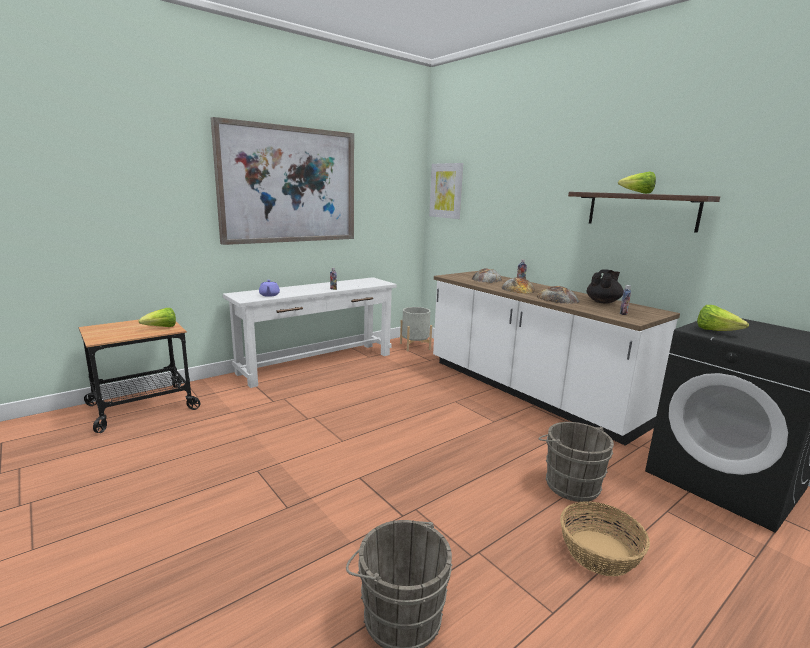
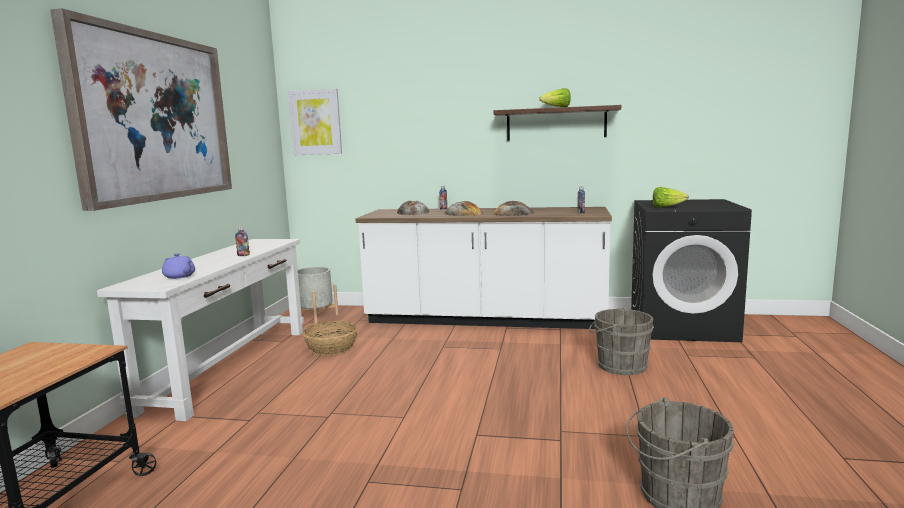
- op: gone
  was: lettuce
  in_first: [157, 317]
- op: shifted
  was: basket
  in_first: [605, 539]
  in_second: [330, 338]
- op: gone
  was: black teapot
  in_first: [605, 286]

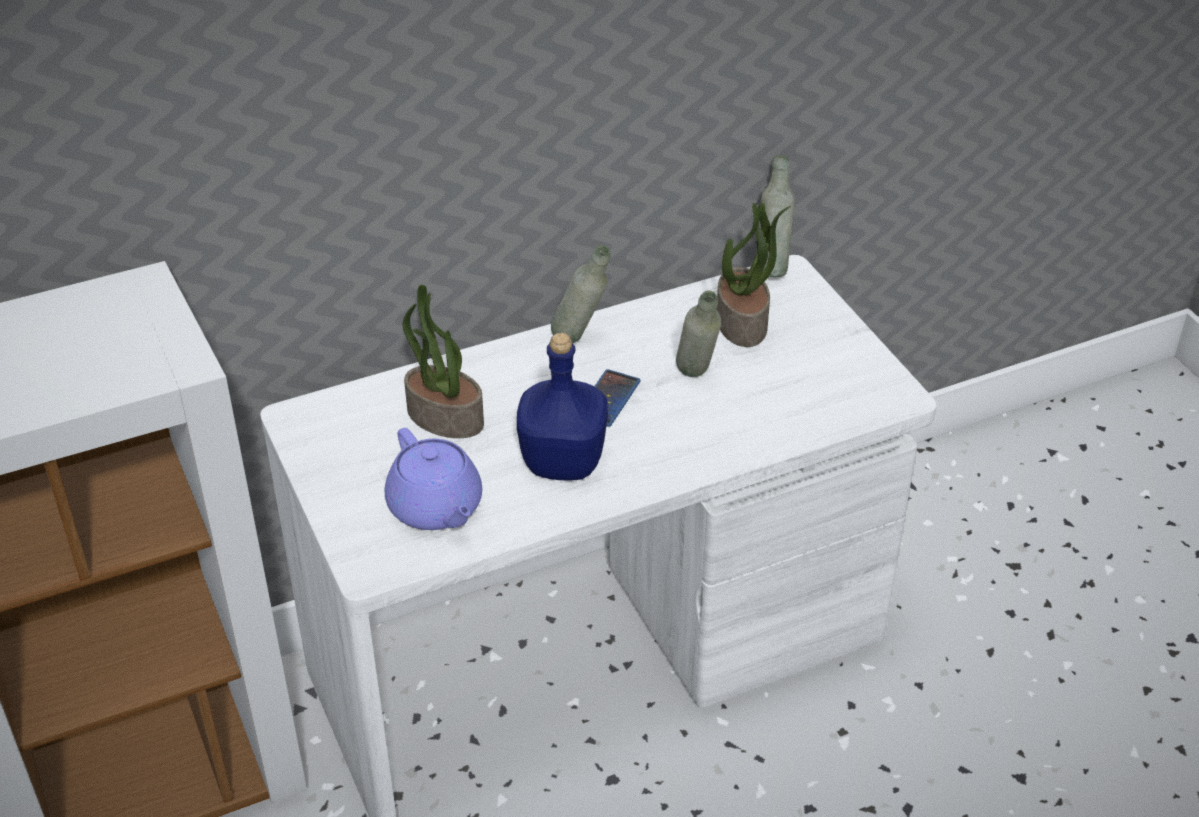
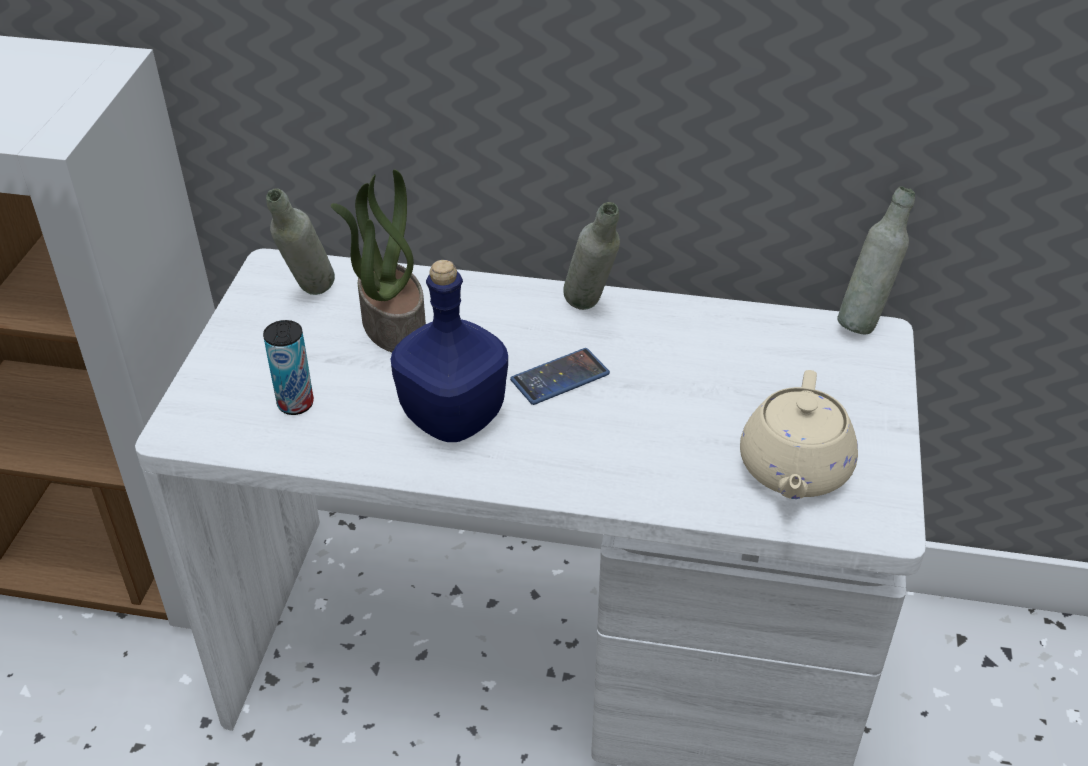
- op: swapped
  was: purple teapot
  now: can
  in_first: [433, 479]
  in_second: [288, 367]
- op: shifted
  was: grey bottle
  in_first: [698, 334]
  in_second: [300, 241]
- op: gone
  was: potted plant
  in_first: [753, 275]
- op: new
  now: beige teapot
  in_second: [799, 434]

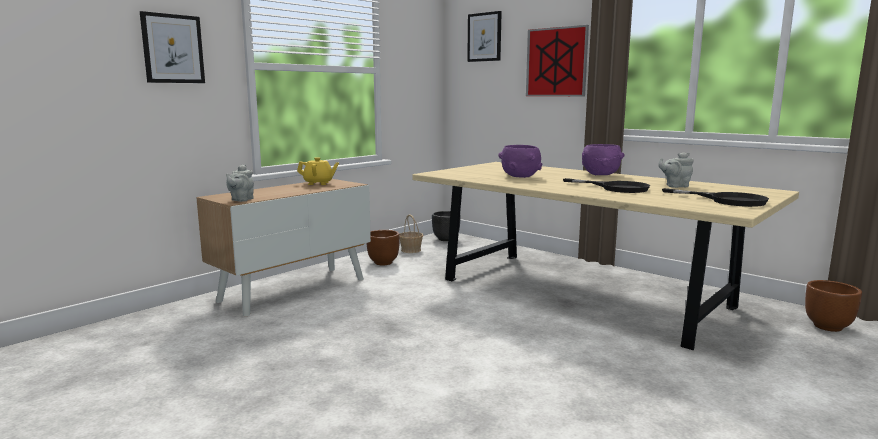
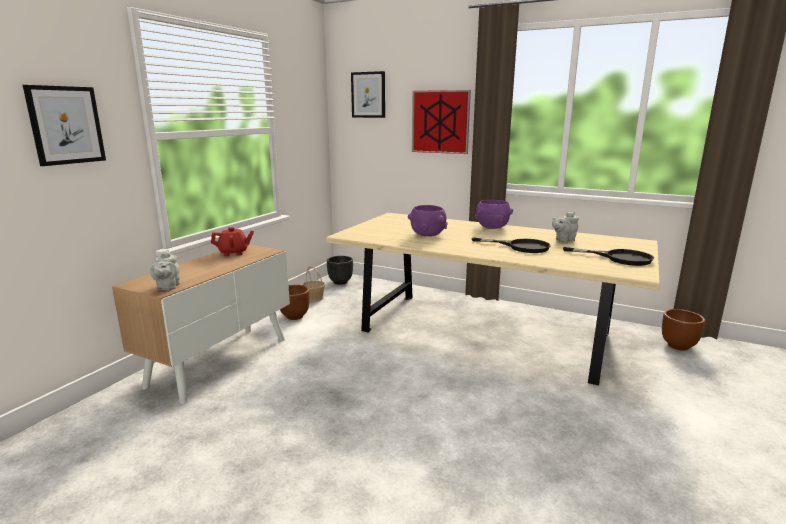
- op: repainted
  was: yellow teapot
  now: red teapot
  in_first: [318, 171]
  in_second: [232, 241]

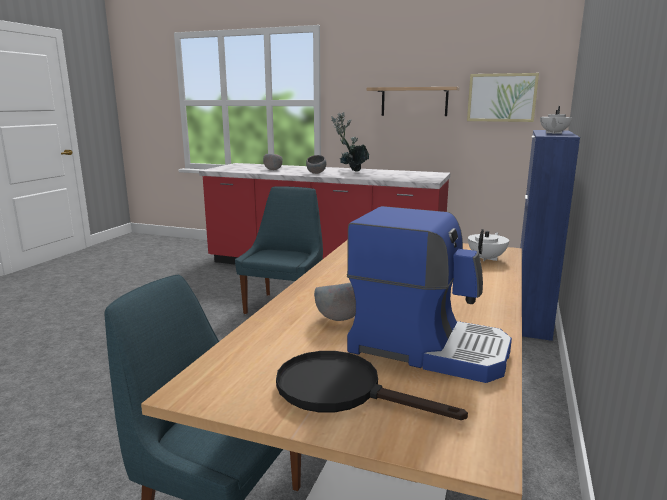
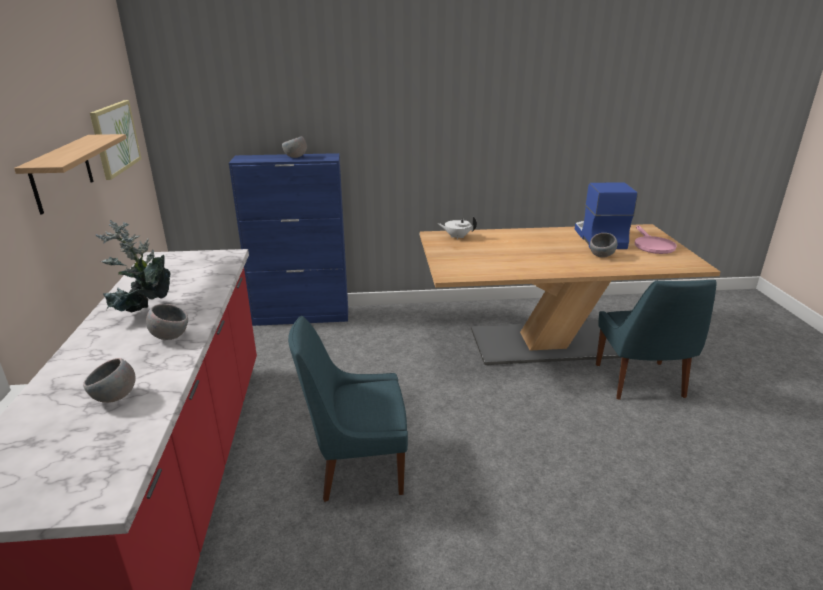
- op: repainted
  was: black frying pan
  now: pink frying pan
  in_first: [372, 385]
  in_second: [655, 240]
- op: swapped
  was: white teapot
  now: grey bowl
  in_first: [556, 120]
  in_second: [294, 147]

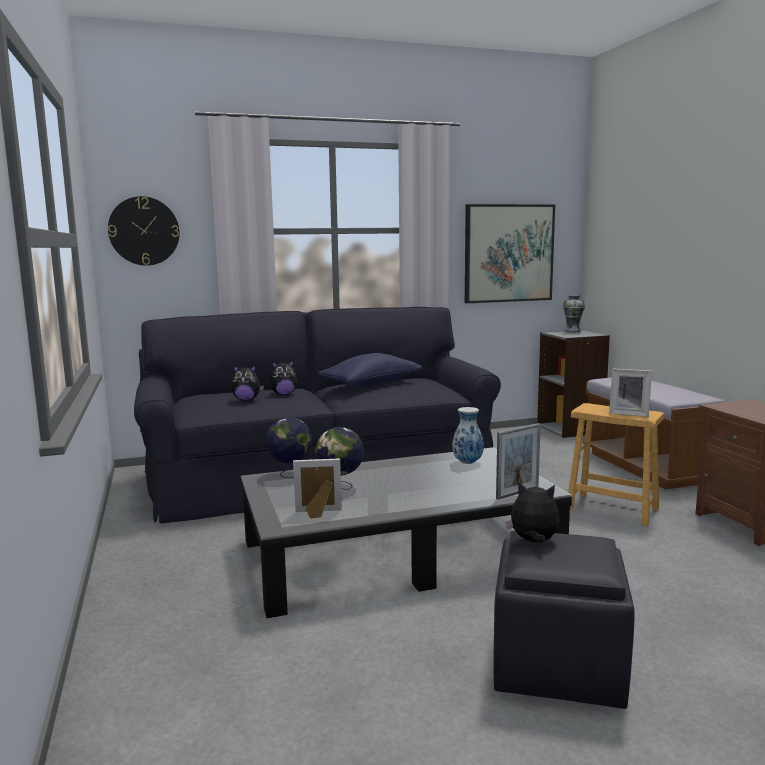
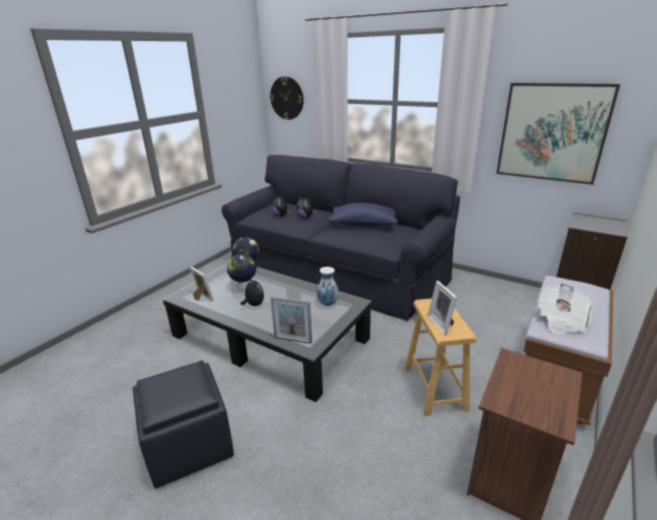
- op: shifted
  was: plush toy
  in_first: [532, 512]
  in_second: [252, 291]
- op: gone
  was: vase
  in_first: [574, 314]
- op: new
  now: newspaper
  in_second: [565, 308]

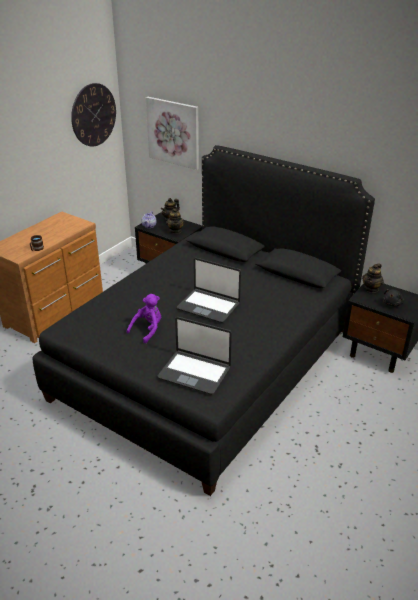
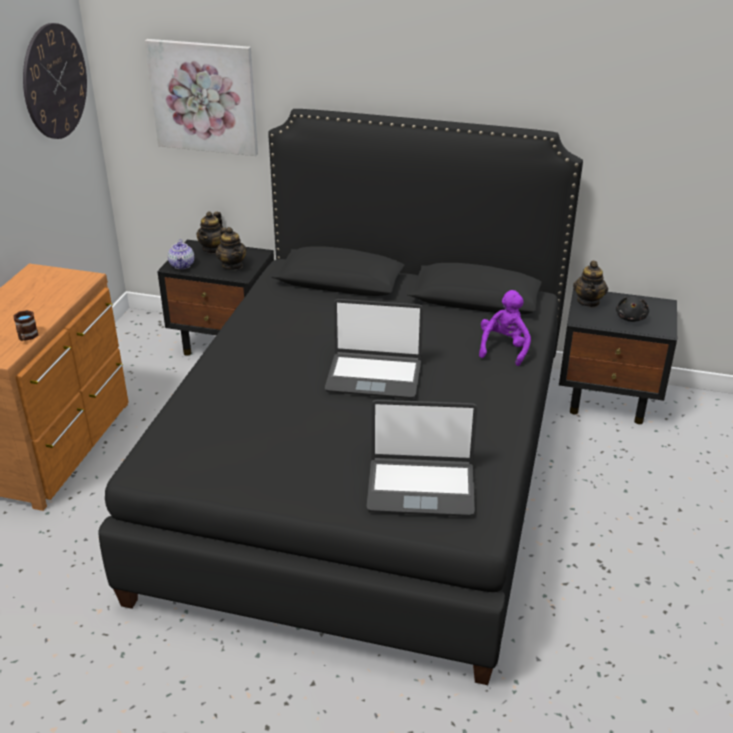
- op: shifted
  was: purple plush toy
  in_first: [143, 318]
  in_second: [505, 328]

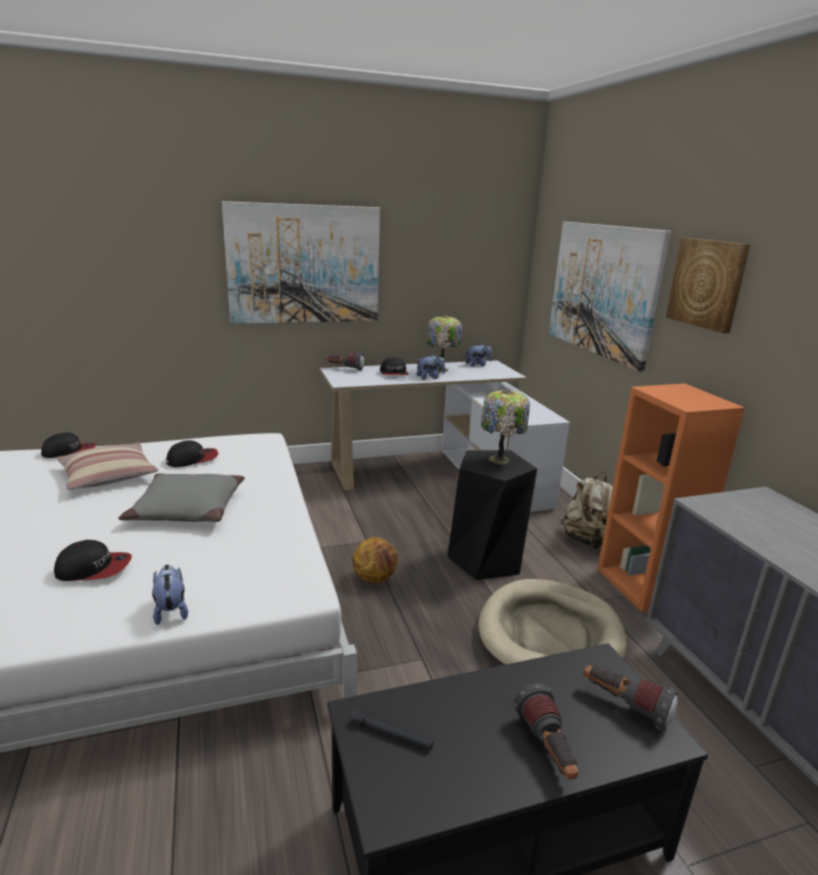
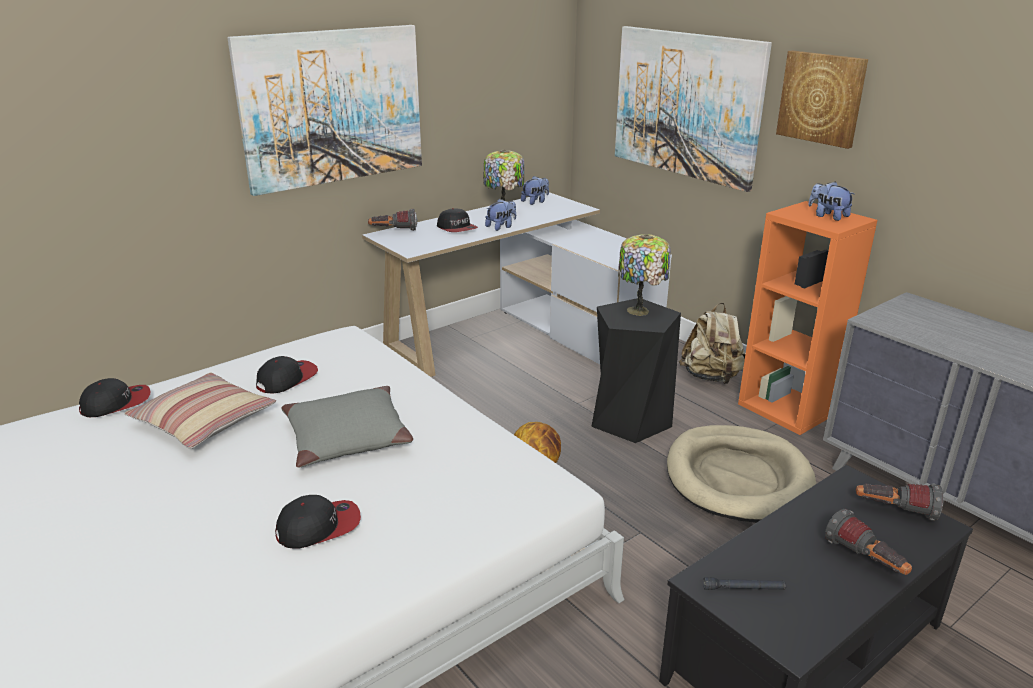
- op: shifted
  was: plush toy
  in_first: [170, 595]
  in_second: [831, 201]

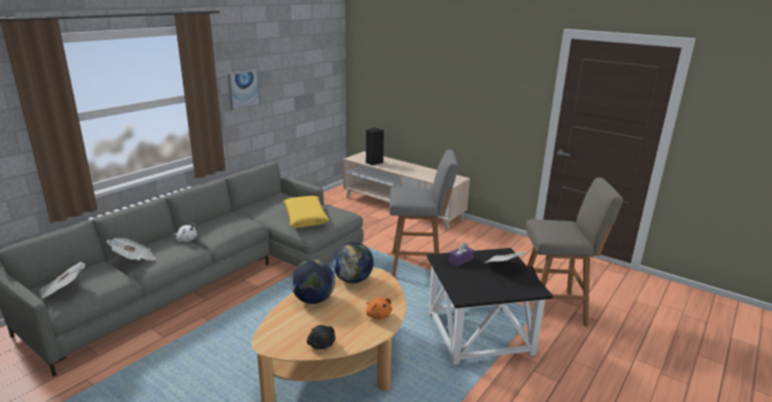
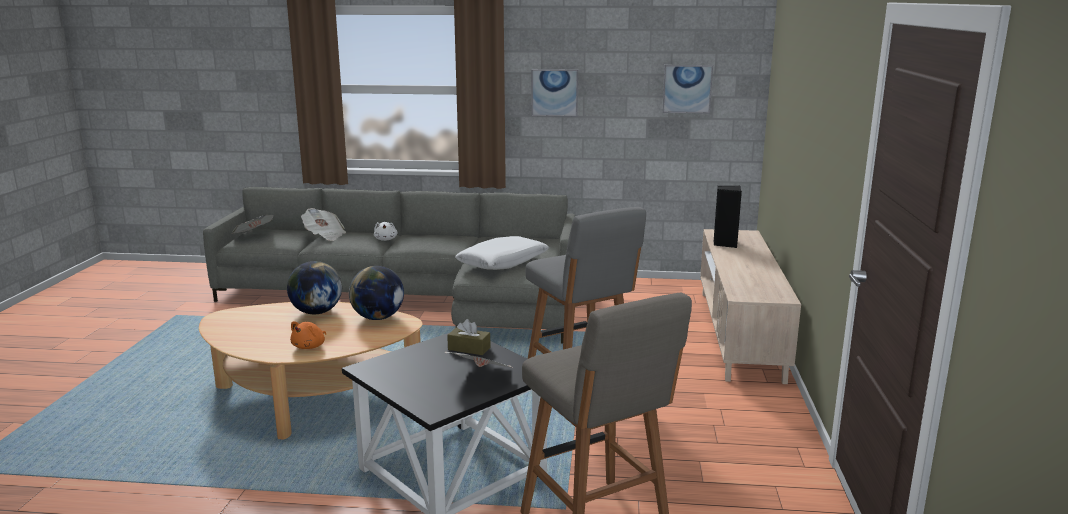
- op: repainted
  was: yellow pillow
  now: white pillow
  in_first: [306, 212]
  in_second: [502, 253]
- op: gone
  was: black plush toy
  in_first: [321, 337]
- op: repainted
  was: purple tissue box
  now: brown tissue box
  in_first: [461, 254]
  in_second: [469, 337]
- op: new
  now: picture
  in_second: [687, 89]

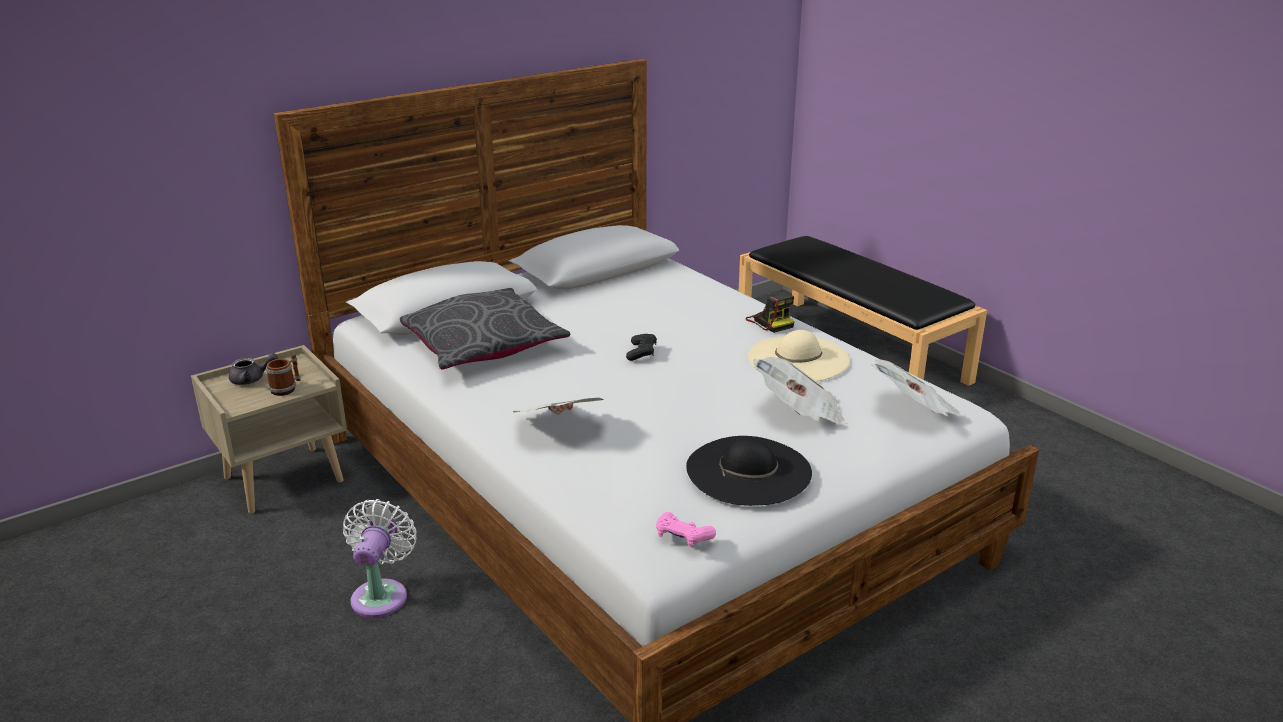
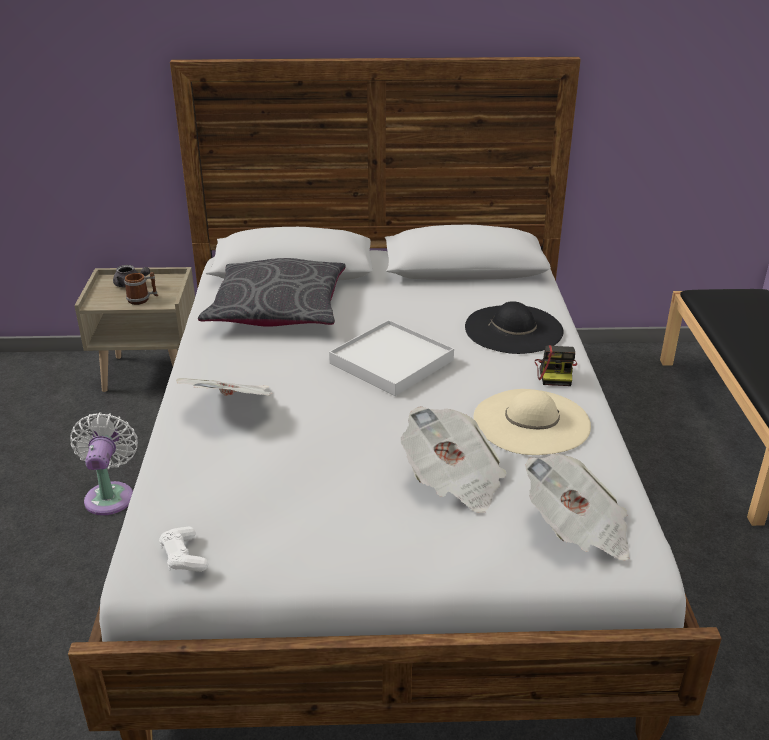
- op: rotated
  was: white fan
  in_first: [380, 558]
  in_second: [104, 464]
  clockwise: -45
- op: swapped
  was: black game controller
  now: white tray
  in_first: [641, 347]
  in_second: [391, 358]
- op: repainted
  was: pink game controller
  now: white game controller
  in_first: [686, 529]
  in_second: [183, 549]
- op: shifted
  was: black hat
  in_first: [749, 471]
  in_second: [514, 327]

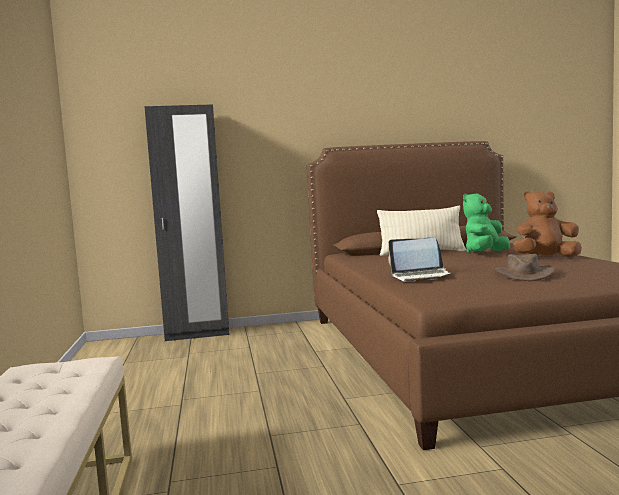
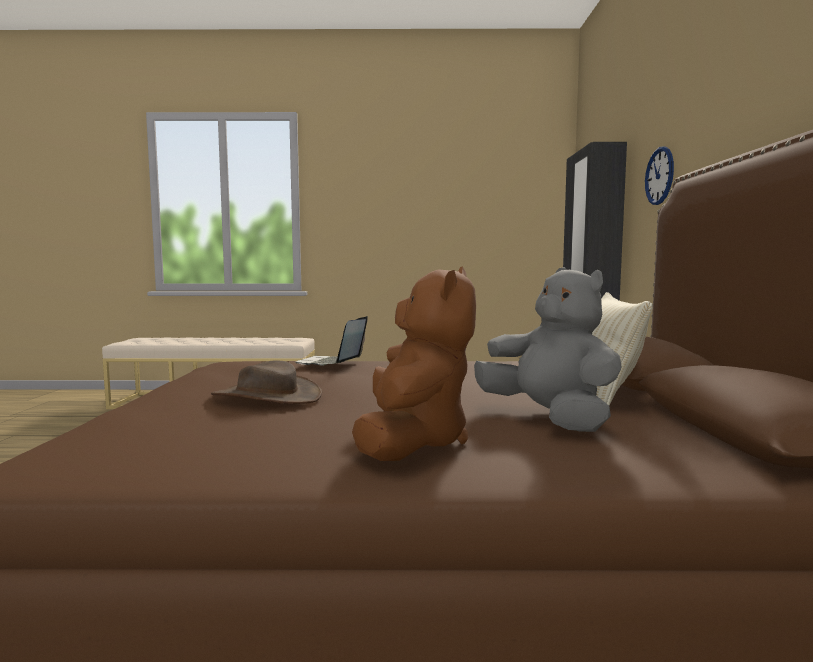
- op: repainted
  was: green plush toy
  now: grey plush toy
  in_first: [486, 223]
  in_second: [548, 349]
- op: new
  now: wall clock
  in_second: [659, 175]

